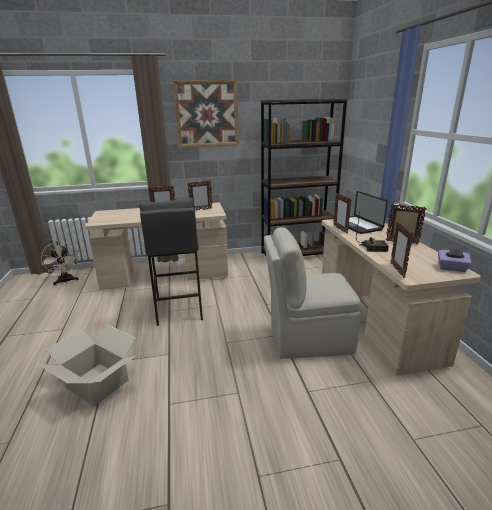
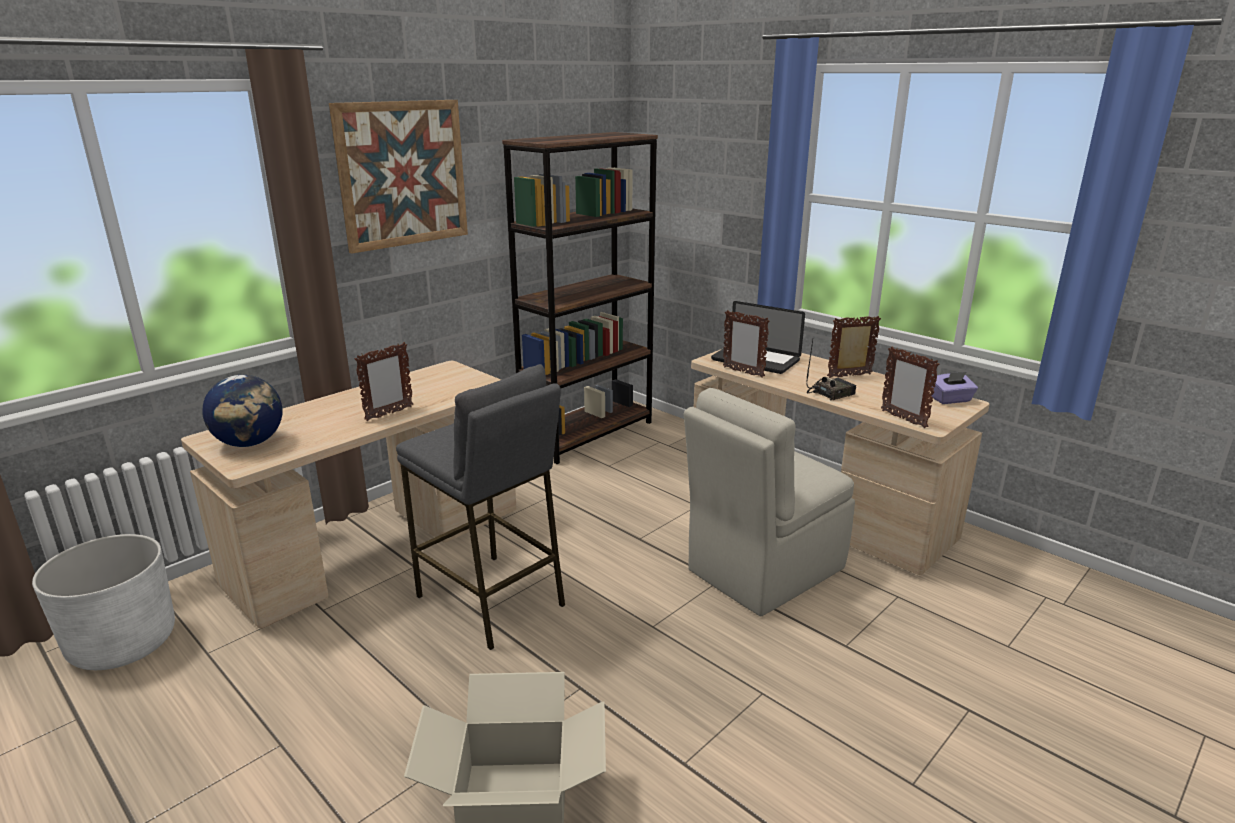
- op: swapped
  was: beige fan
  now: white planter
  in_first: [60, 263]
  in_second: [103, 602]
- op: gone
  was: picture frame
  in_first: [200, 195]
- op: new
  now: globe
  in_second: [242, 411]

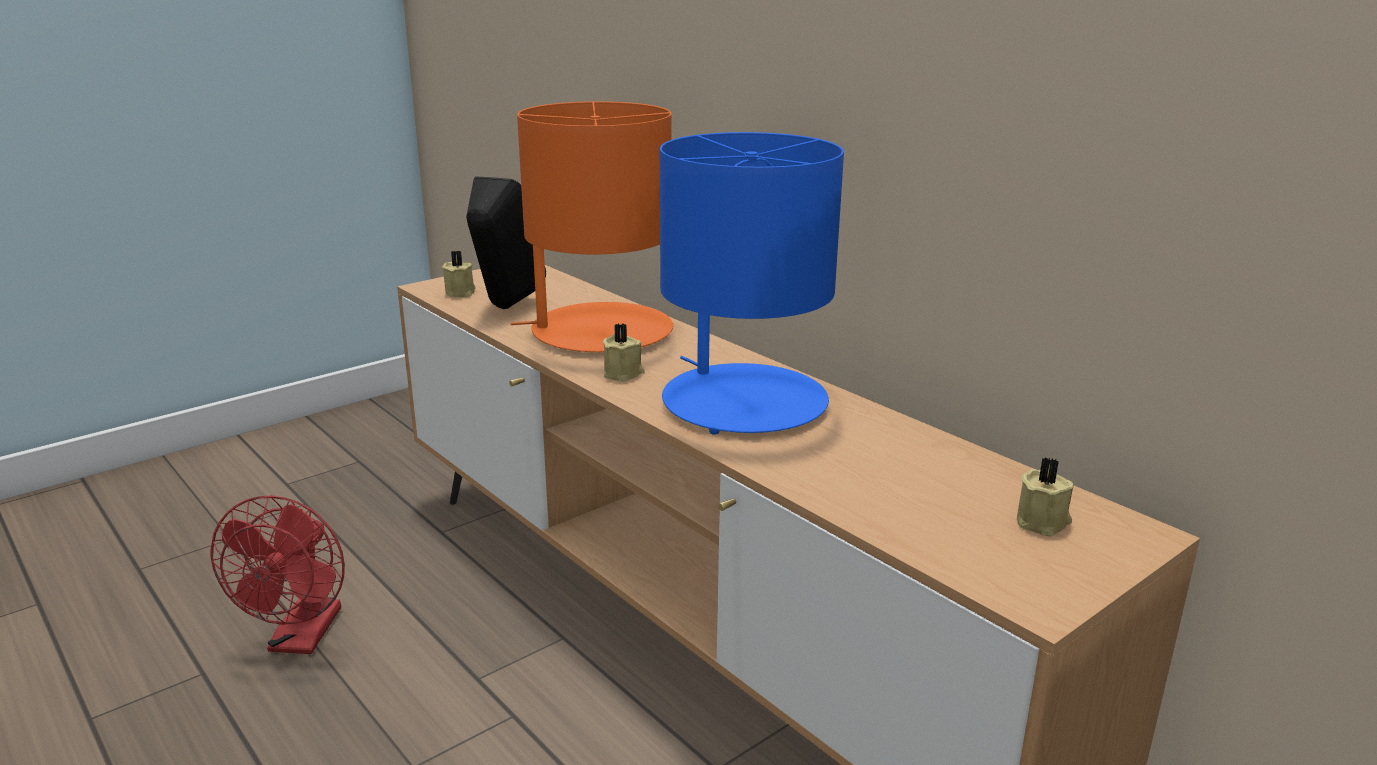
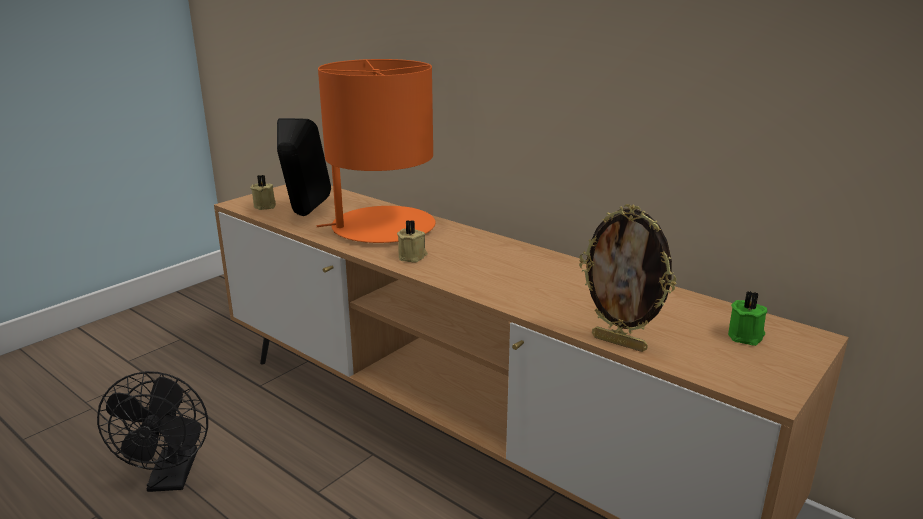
- op: repainted
  was: red fan
  now: black fan
  in_first: [278, 574]
  in_second: [152, 431]
- op: gone
  was: blue table lamp
  in_first: [752, 283]
- op: repainted
  was: beige candle
  now: green candle
  in_first: [1045, 496]
  in_second: [747, 318]
- op: new
  now: picture frame
  in_second: [628, 278]

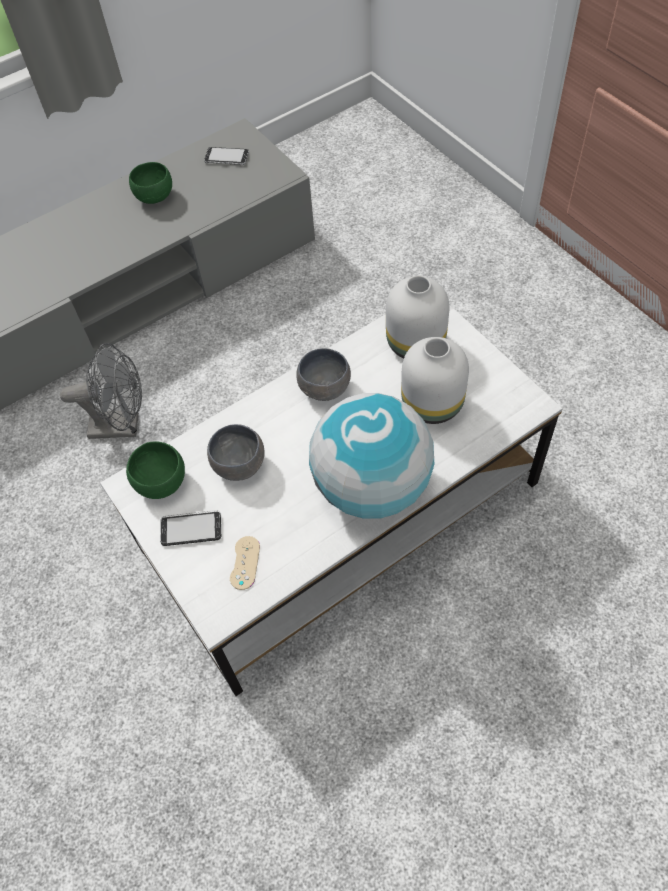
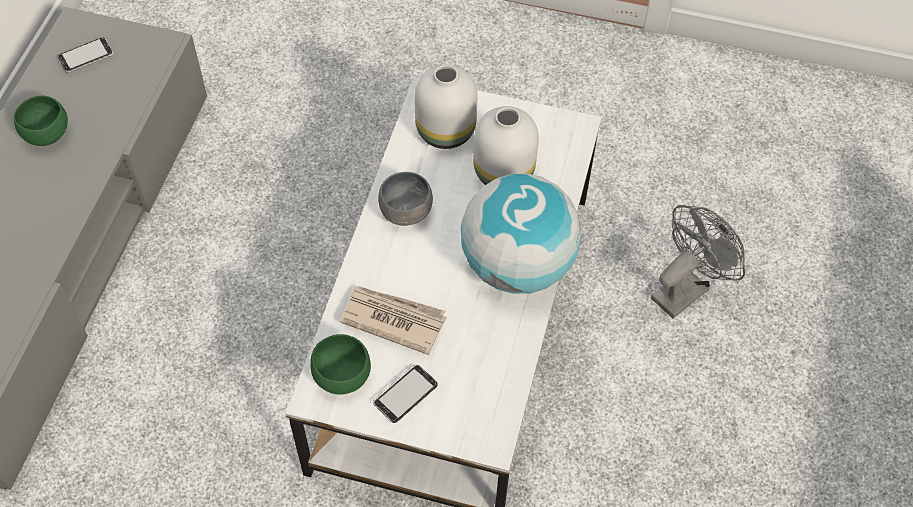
- op: shifted
  was: grey fan
  in_first: [101, 391]
  in_second: [698, 262]
- op: swapped
  was: grey bowl
  now: newspaper
  in_first: [236, 452]
  in_second: [393, 320]
- op: gone
  was: beige game controller
  in_first: [245, 563]

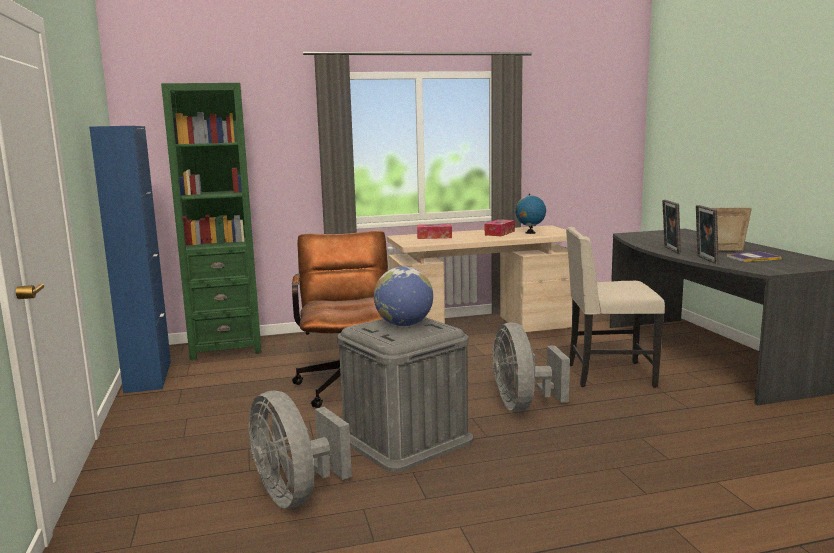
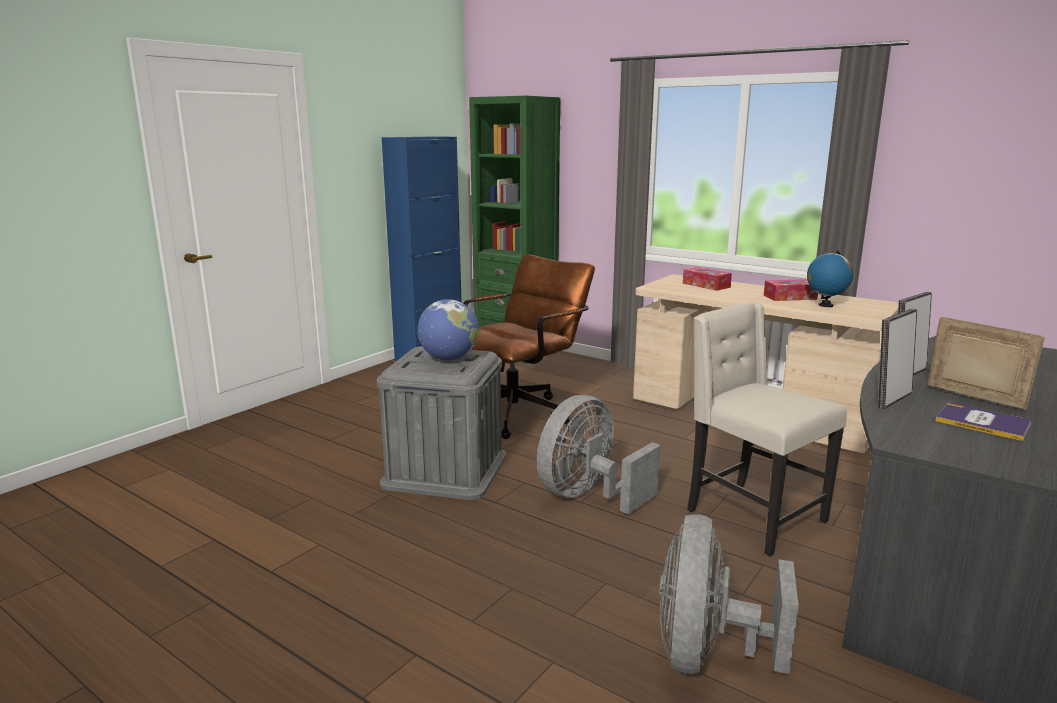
- op: shifted
  was: grey fan
  in_first: [300, 449]
  in_second: [729, 594]

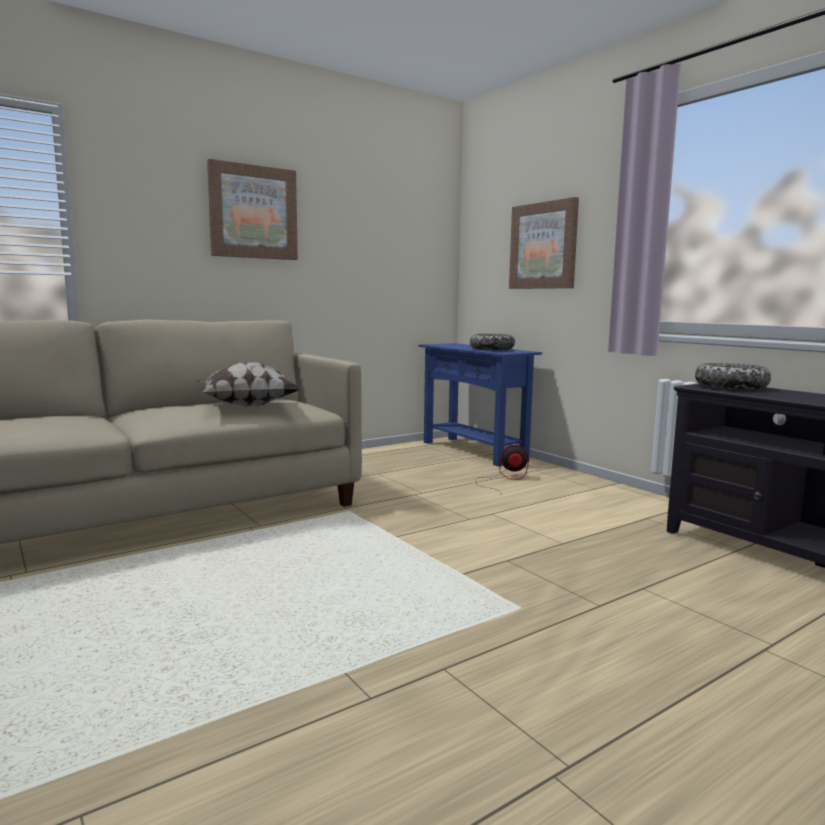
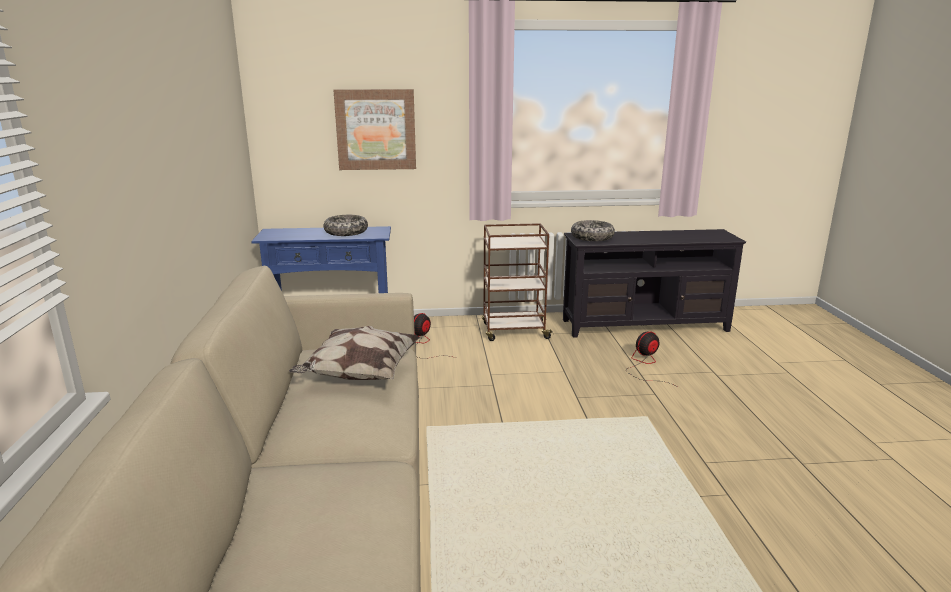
- op: gone
  was: picture
  in_first: [252, 209]
- op: new
  now: brown cart
  in_second: [518, 282]
- op: new
  now: fan
  in_second: [653, 360]

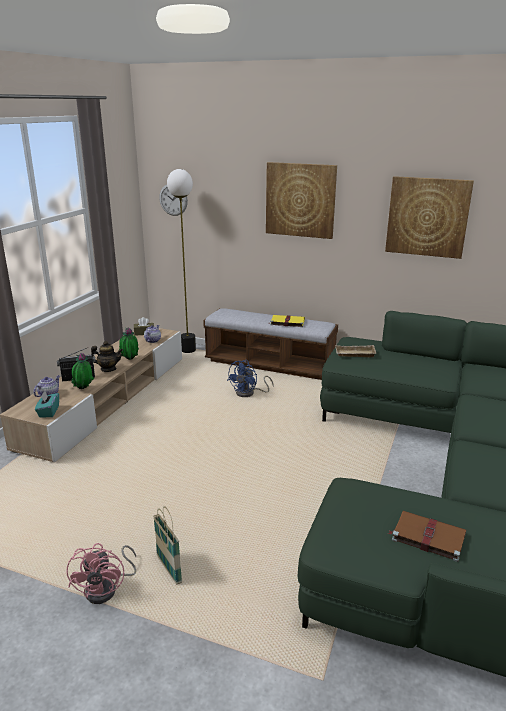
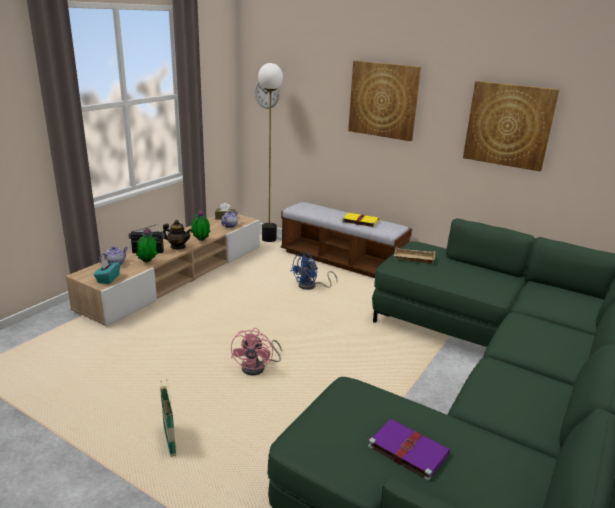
- op: shifted
  was: pink fan
  in_first: [101, 573]
  in_second: [256, 351]
- op: repainted
  was: brown book
  now: purple book
  in_first: [427, 536]
  in_second: [408, 450]

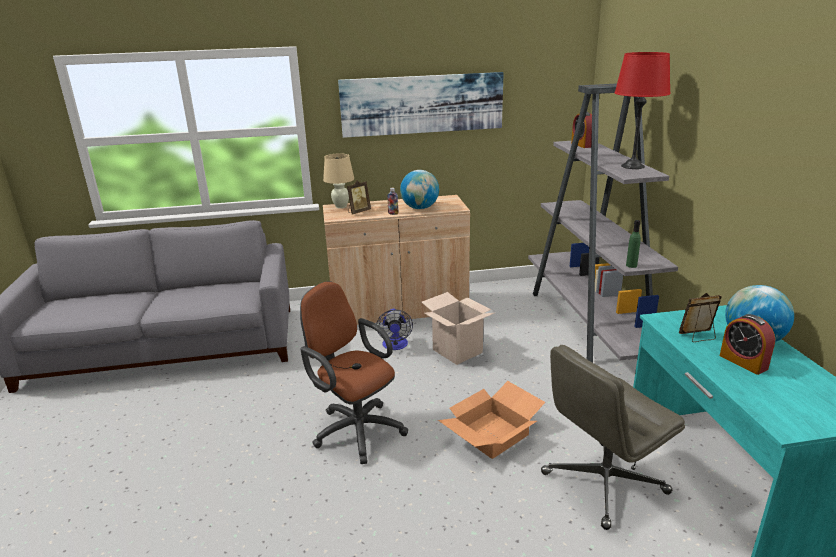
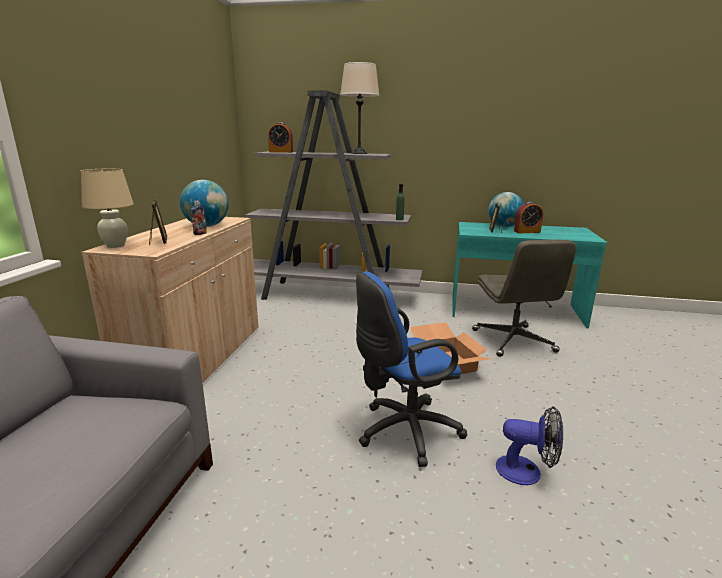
- op: repainted
  was: brown office chair
  now: blue office chair
  in_first: [354, 372]
  in_second: [411, 369]
- op: gone
  was: picture
  in_first: [421, 105]
- op: shifted
  was: fan
  in_first: [394, 329]
  in_second: [529, 445]
- op: gone
  was: cardboard box
  in_first: [457, 328]
- op: repainted
  was: red table lamp
  now: beige table lamp
  in_first: [642, 110]
  in_second: [360, 108]

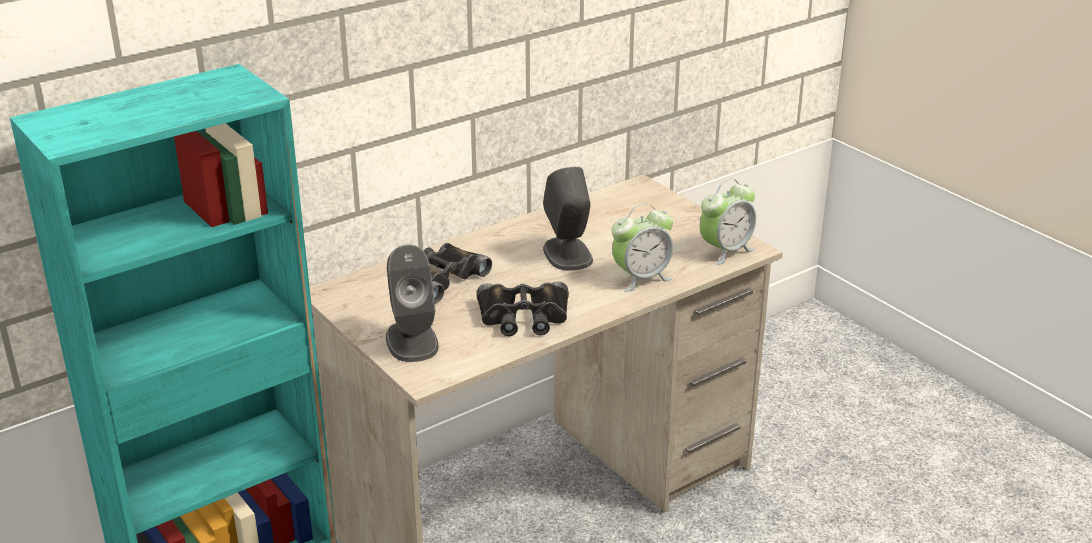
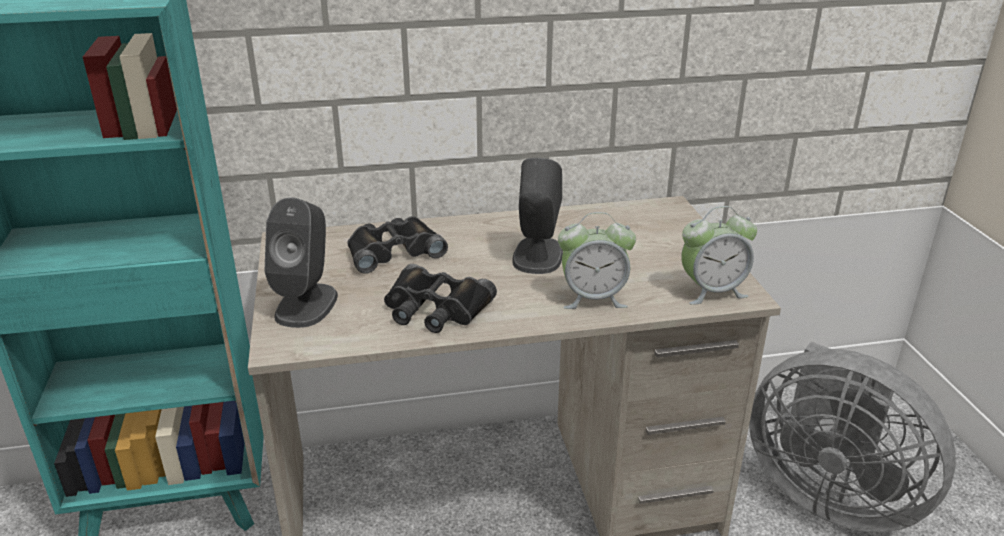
- op: new
  now: grey fan
  in_second: [852, 437]

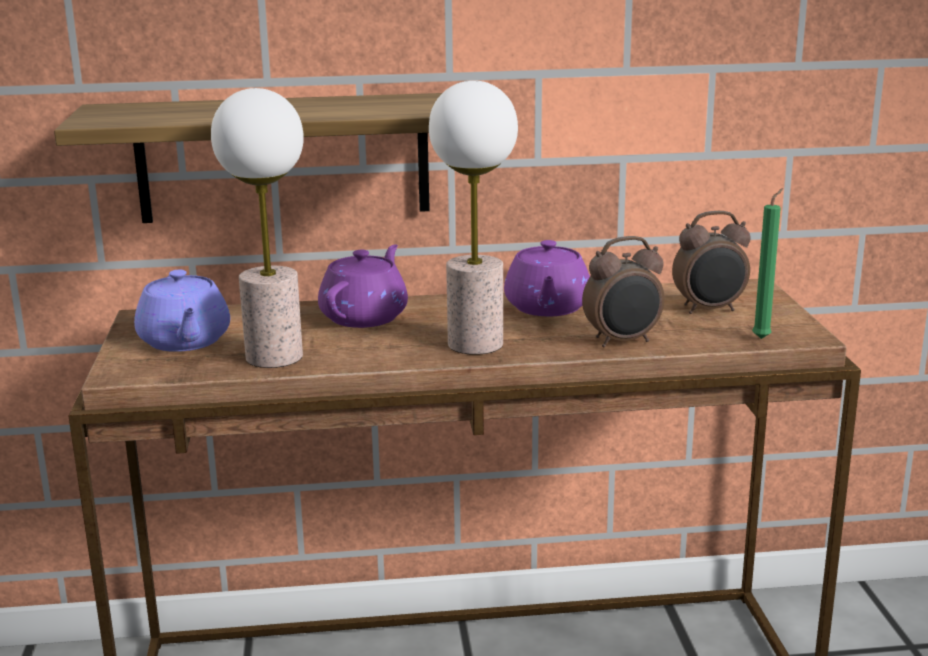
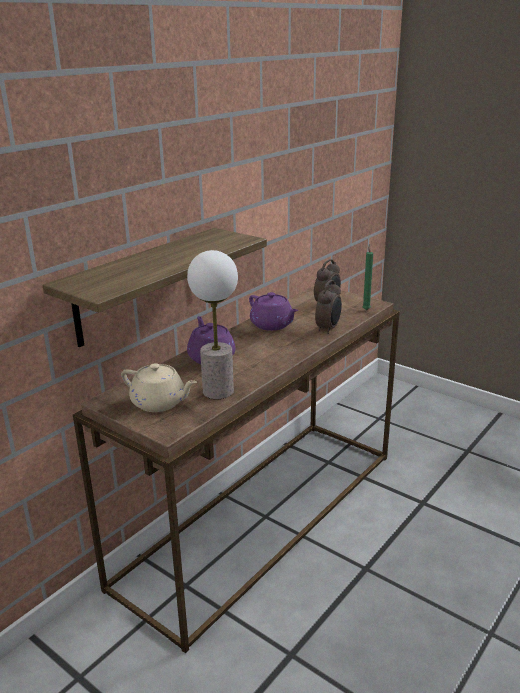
- op: repainted
  was: purple teapot
  now: beige teapot
  in_first: [182, 311]
  in_second: [159, 387]
- op: gone
  was: table lamp
  in_first: [473, 217]

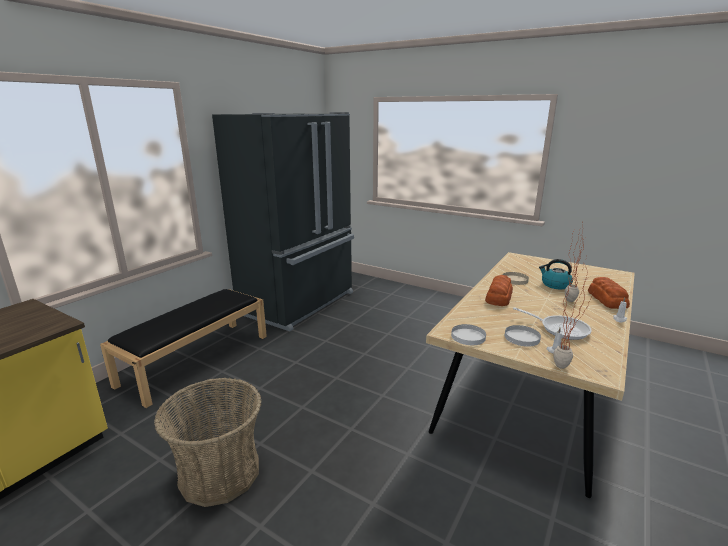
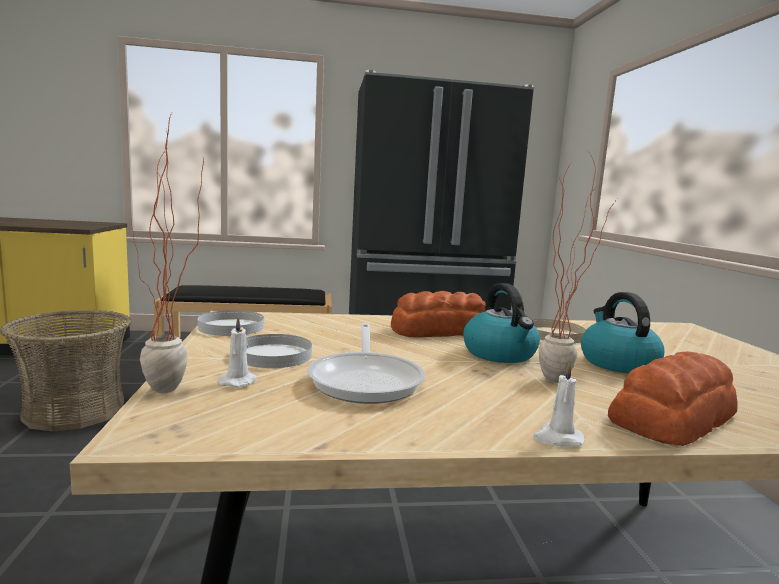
- op: new
  now: kettle
  in_second: [501, 323]

